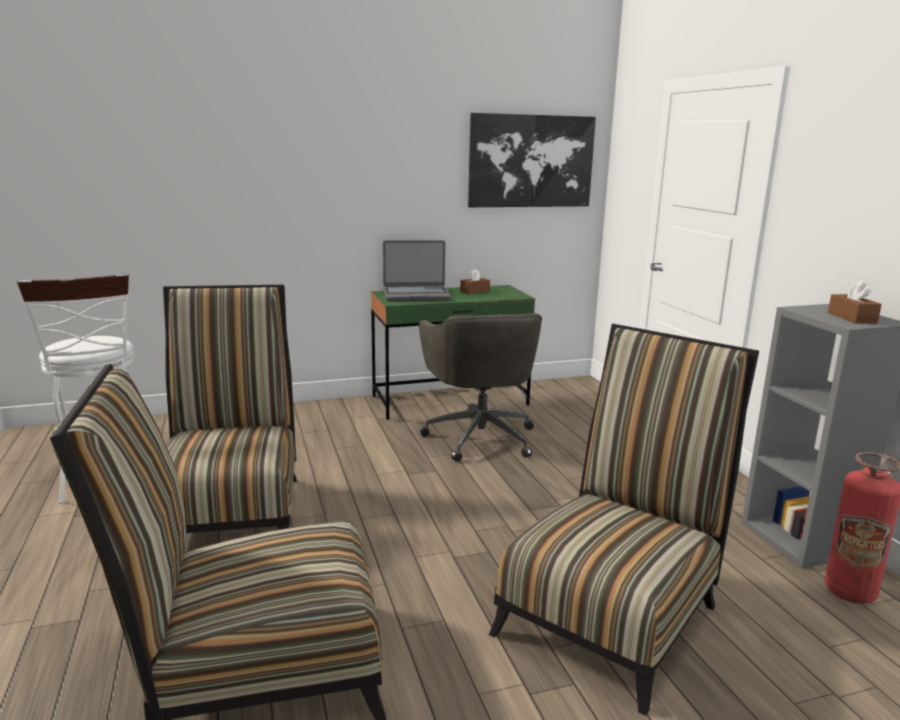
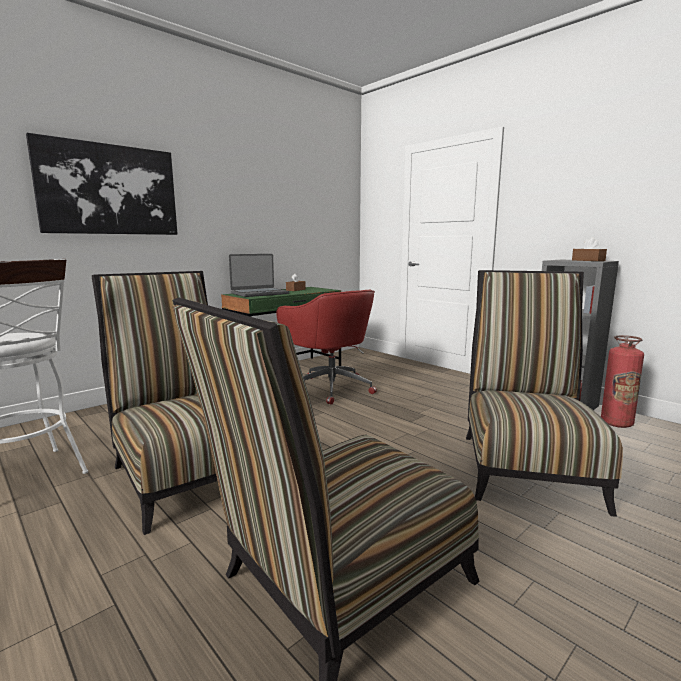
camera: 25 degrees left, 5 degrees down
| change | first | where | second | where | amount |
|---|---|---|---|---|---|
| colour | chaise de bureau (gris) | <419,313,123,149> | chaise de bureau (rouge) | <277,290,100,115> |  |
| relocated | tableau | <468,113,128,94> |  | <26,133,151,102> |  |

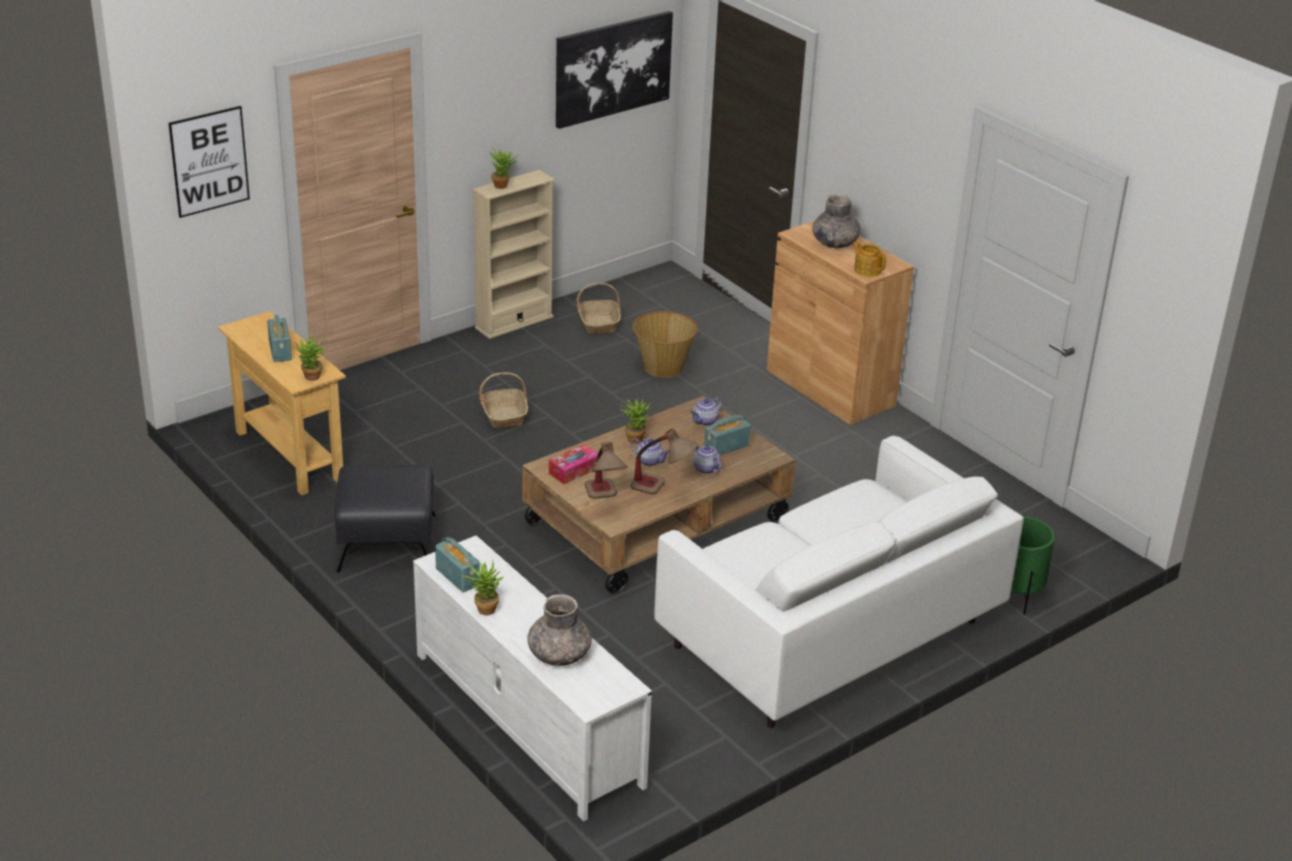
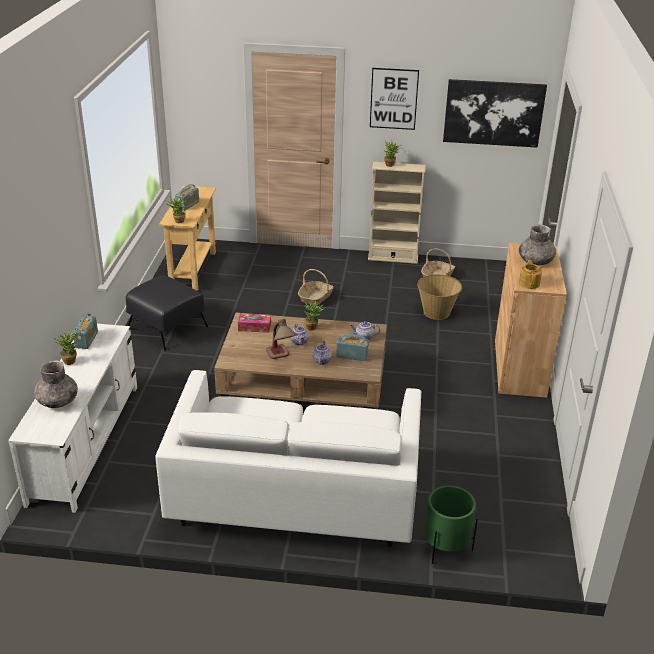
camera: 45 degrees right, 0 degrees up
| change | first | where | second | where | amount |
|---|---|---|---|---|---|
| relocated | tableau | <169,106,81,112> |  | <370,68,49,62> |  |
| missing | lampe de table | <585,442,42,57> |  |  |  |

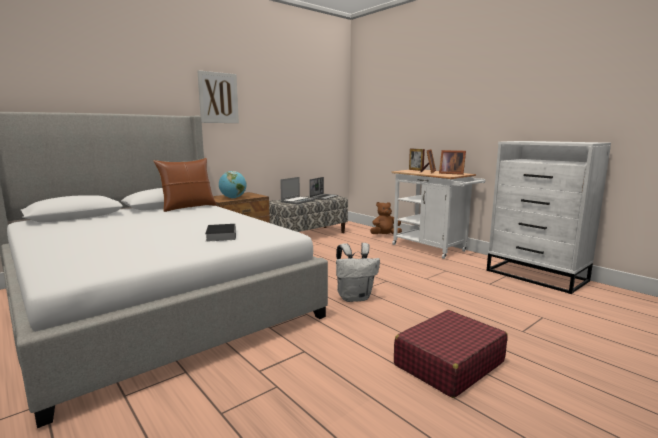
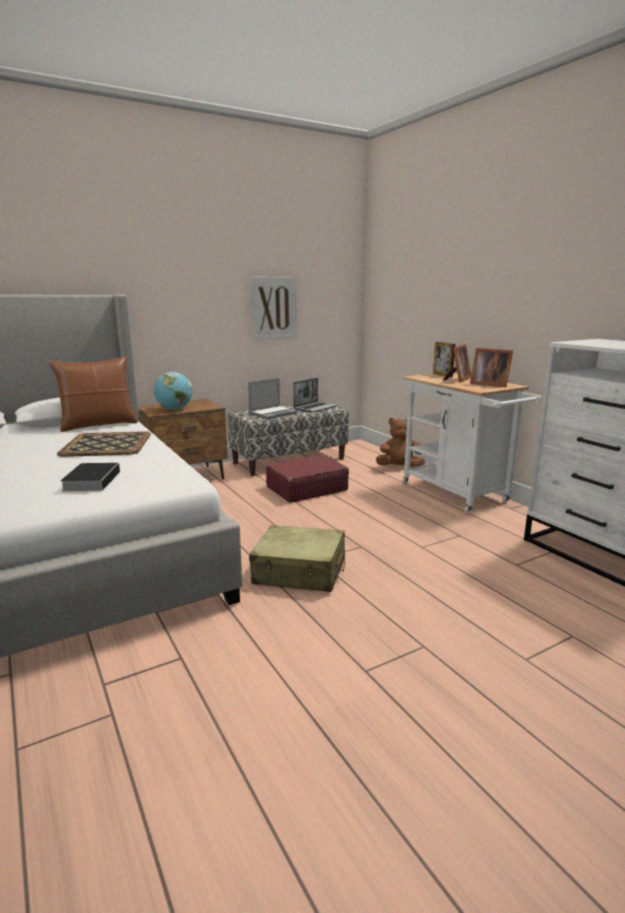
camera: 10 degrees right, 5 degrees up
| change | first | where | second | where | amount |
|---|---|---|---|---|---|
| relocated | tableau | <197,70,42,53> |  | <250,277,47,63> |  |
| exchanged | sac à dos (blanc) | <336,243,44,59> | valise (beige) | <249,525,96,67> |  |
| relocated | valise (rouge) | <394,310,114,88> |  | <266,455,83,48> |  |
| appeared |  |  | plateau | <57,431,94,26> |  |

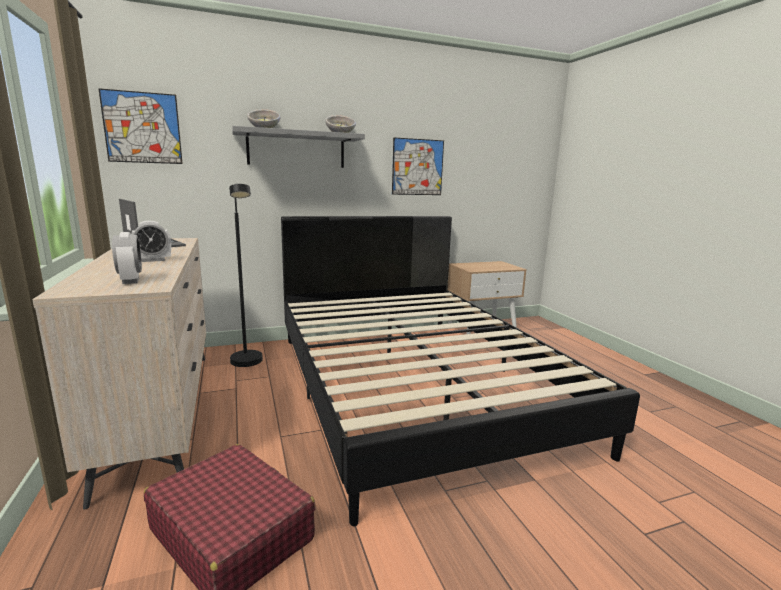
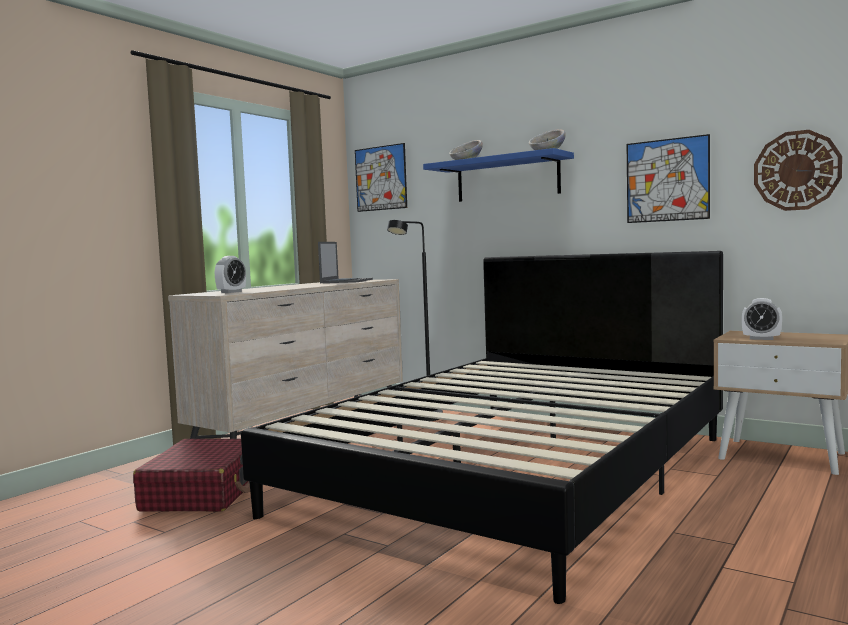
camera: 55 degrees right, 10 degrees down
| change | first | where | second | where | amount |
|---|---|---|---|---|---|
| relocated | réveil | <131,221,40,41> |  | <741,298,41,42> |  |
| colour | étagère (gris) | <232,126,133,42> | étagère (bleu) | <423,148,151,54> |  |
| appeared |  |  | horloge murale | <754,130,88,81> |  |

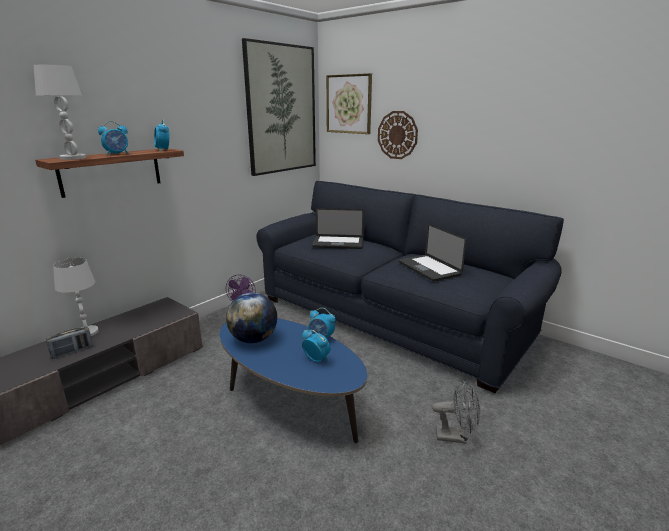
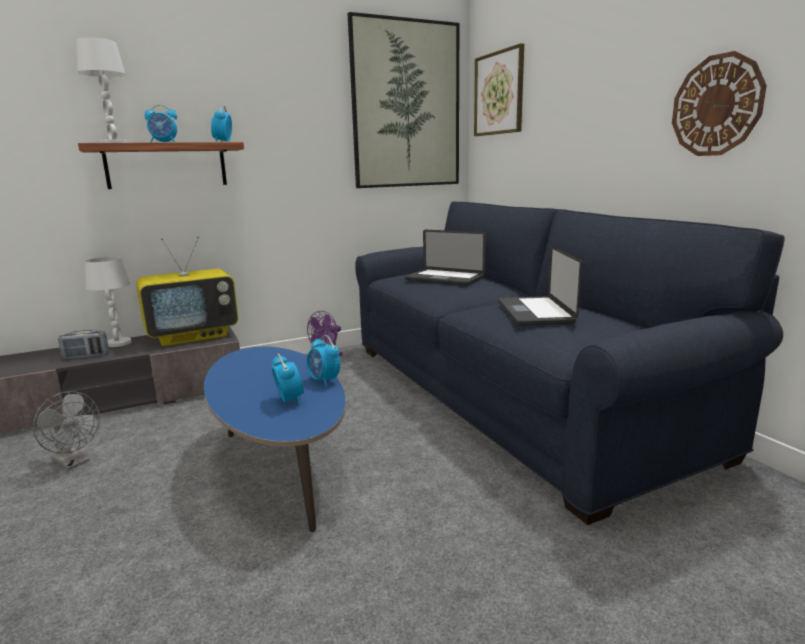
camera: 25 degrees right, 5 degrees down
| change | first | where | second | where | amount |
|---|---|---|---|---|---|
| missing | globe | <226,293,51,50> |  |  |  |
| relocated | horloge murale | <378,111,40,48> |  | <672,51,95,105> |  |
| relocated | ventilateur (gris) | <432,380,48,64> |  | <33,391,67,79> |  |
| appeared |  |  | téléviseur | <136,236,102,111> |  |

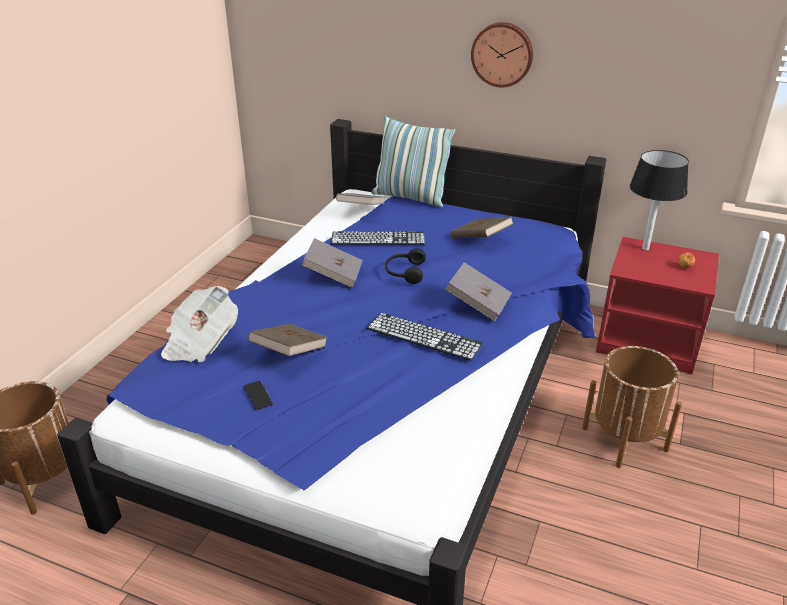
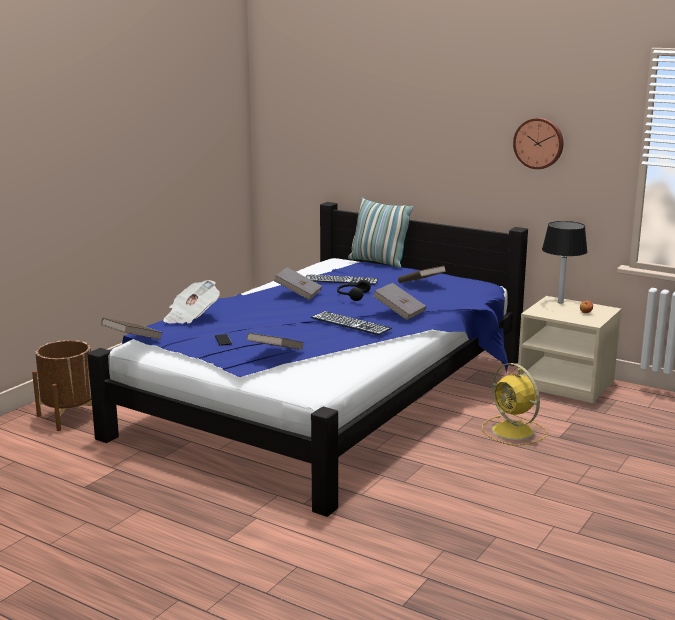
camera: 10 degrees right, 15 degrees down
| change | first | where | second | where | amount |
|---|---|---|---|---|---|
| relocated | livre (marron) | <248,324,80,32> |  | <101,318,62,22> |  |
| relocated | livre (gris) | <336,193,48,12> |  | <247,333,57,17> |  |
| relocated | horloge murale | <471,22,62,65> |  | <513,118,51,51> |  |
| exchanged | cache-pot (marron) | <582,346,100,122> | ventilateur (jaune) | <482,363,65,82> |  |
| colour | table de chevet (rouge) | <596,237,123,137> | table de chevet (beige) | <517,296,105,107> |  |

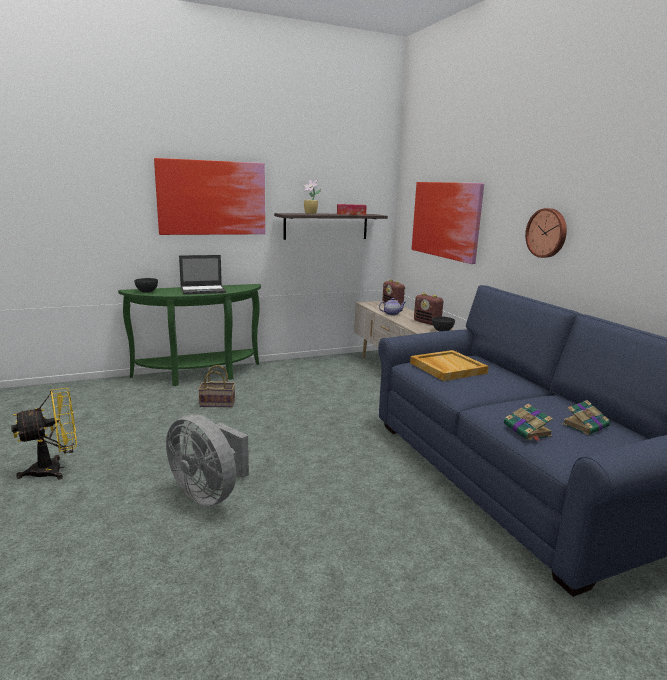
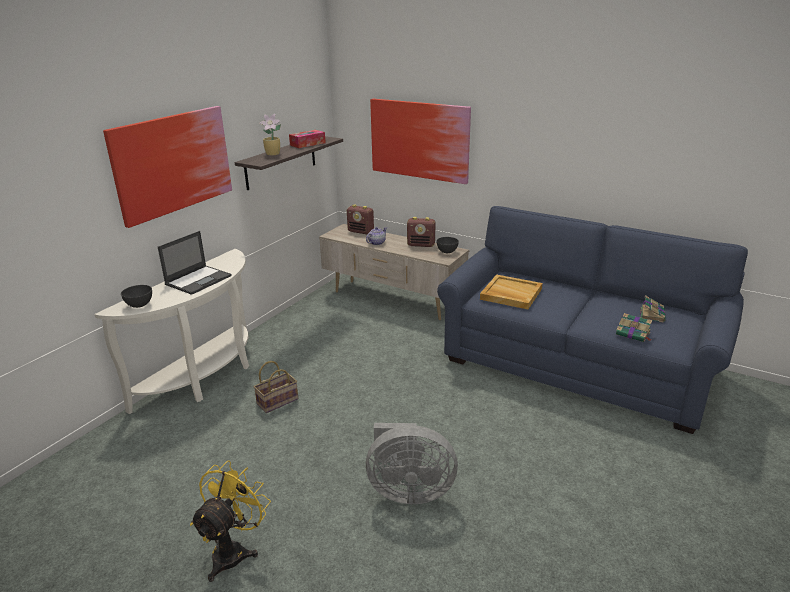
camera: 35 degrees left, 10 degrees up
| change | first | where | second | where | amount |
|---|---|---|---|---|---|
| colour | table console (vert) | <118,284,143,102> | table console (blanc) | <94,249,155,165> |  |
| missing | horloge murale | <525,208,42,50> |  |  |  |

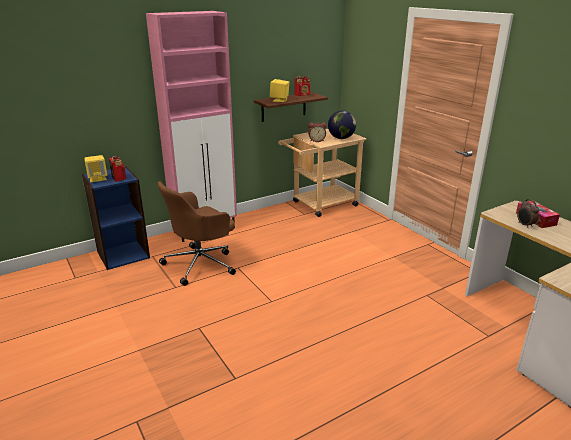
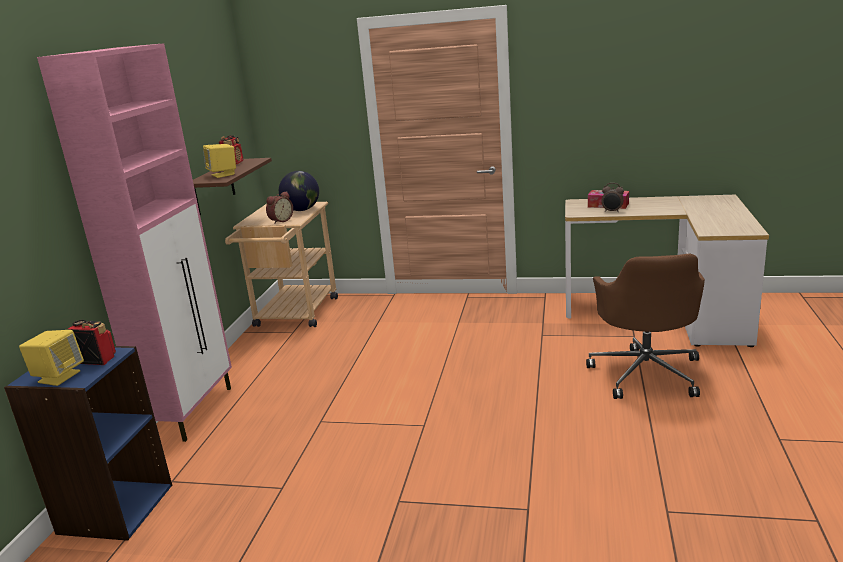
camera: 45 degrees left, 5 degrees down
| change | first | where | second | where | amount |
|---|---|---|---|---|---|
| relocated | chaise de bureau (marron) | <158,181,78,105> |  | <586,254,119,145> |  |

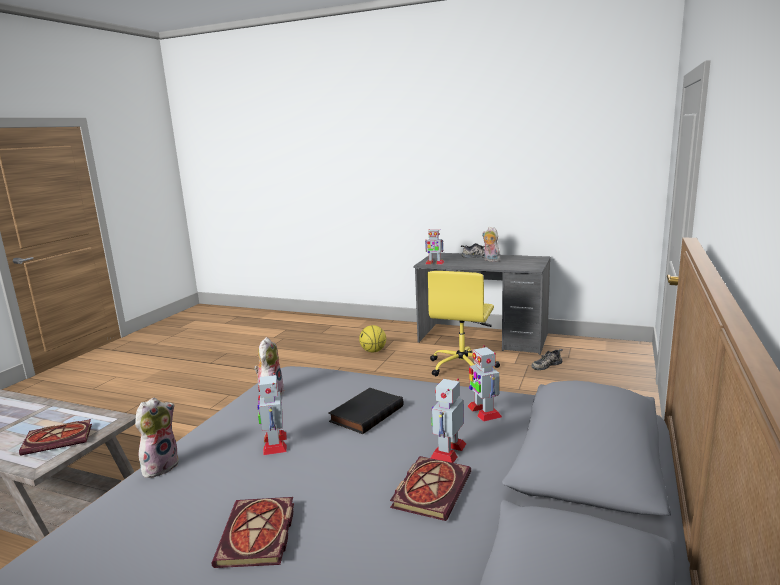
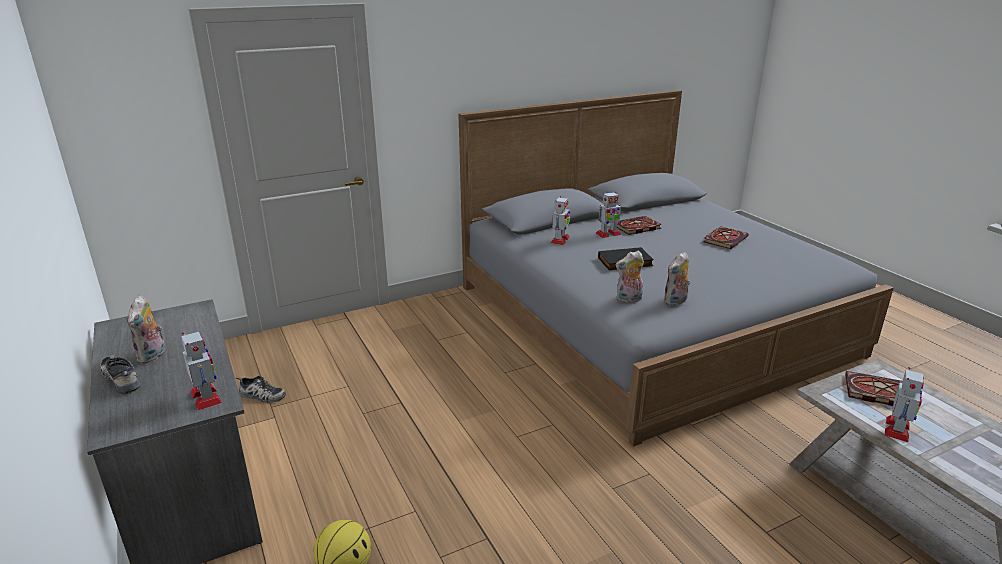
camera: 140 degrees left, 10 degrees up
| change | first | where | second | where | amount |
|---|---|---|---|---|---|
| relocated | peluche | <135,398,44,80> |  | <616,251,28,52> |  |
| relocated | robot jouet | <257,373,30,82> |  | <885,367,39,75> |  |
| missing | chaise de bureau (jaune) | <427,271,73,105> |  |  |  |

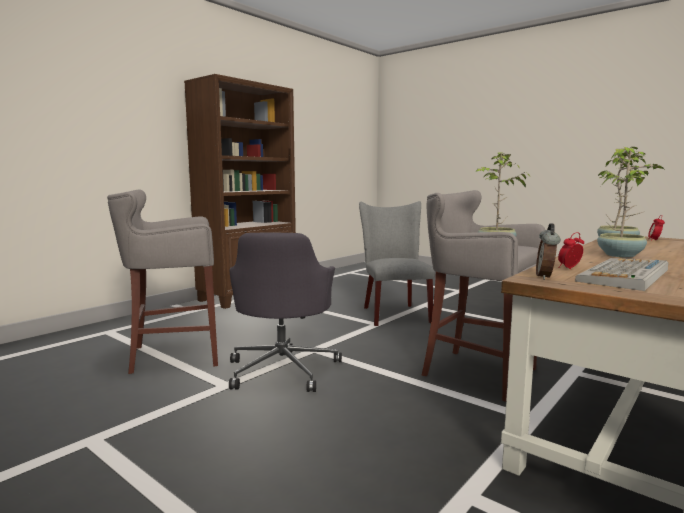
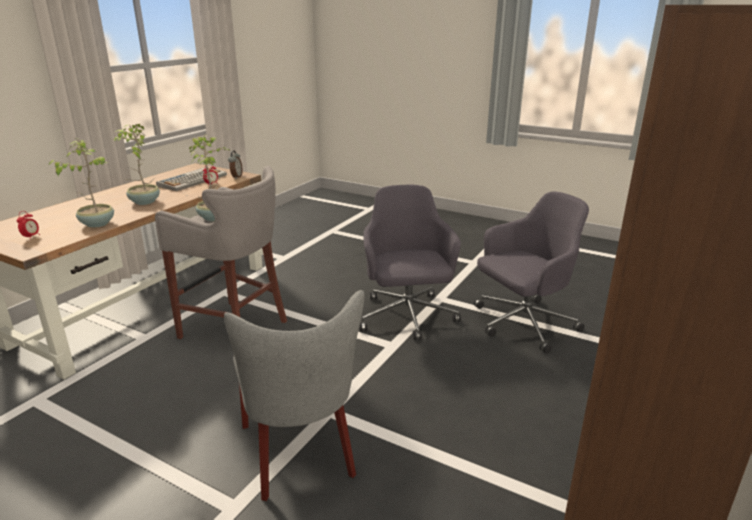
camera: 170 degrees right, 15 degrees up
| change | first | where | second | where | amount |
|---|---|---|---|---|---|
| exchanged | tabouret (gris) | <107,190,111,184> | chaise de bureau (gris) | <474,191,115,163> |  |

